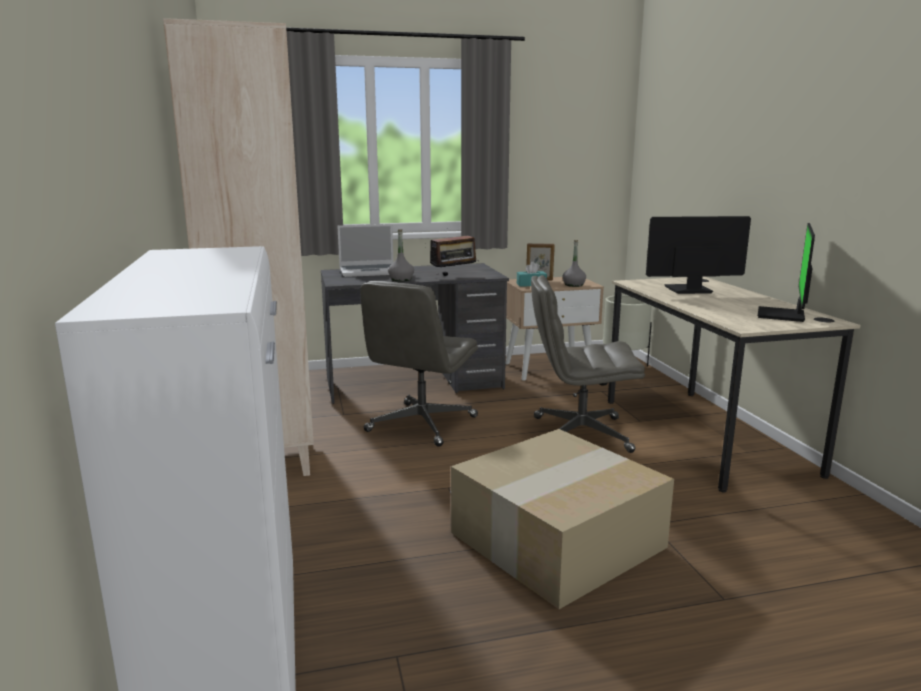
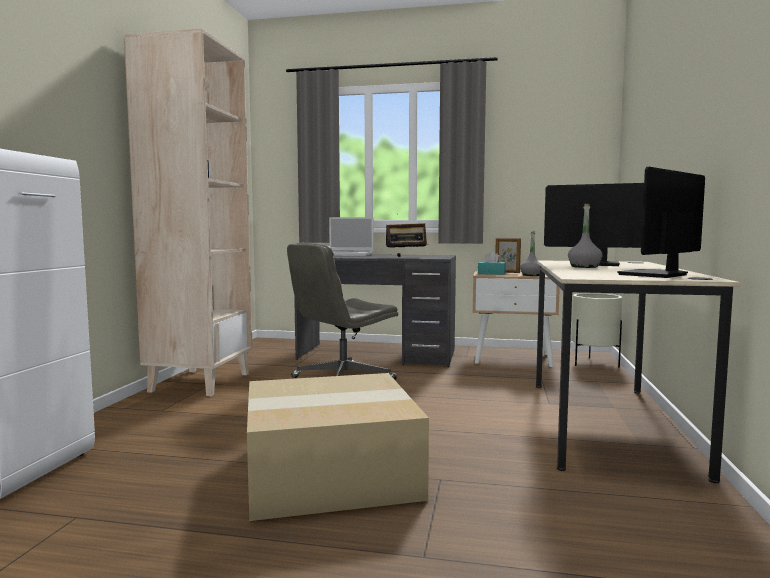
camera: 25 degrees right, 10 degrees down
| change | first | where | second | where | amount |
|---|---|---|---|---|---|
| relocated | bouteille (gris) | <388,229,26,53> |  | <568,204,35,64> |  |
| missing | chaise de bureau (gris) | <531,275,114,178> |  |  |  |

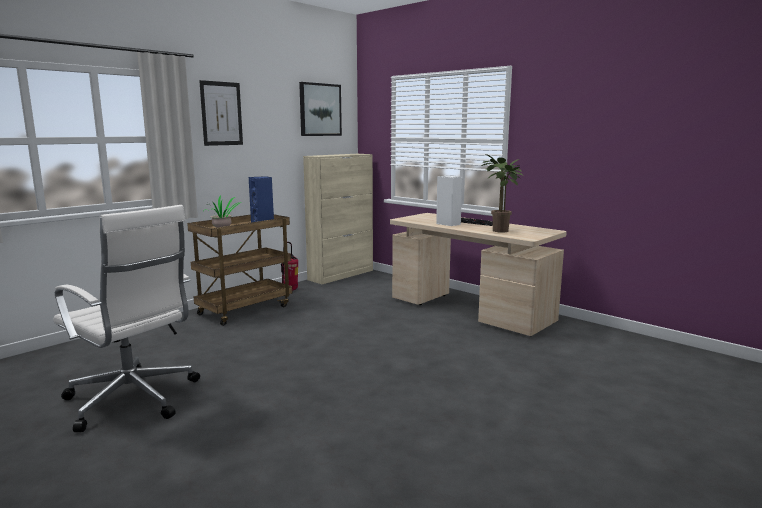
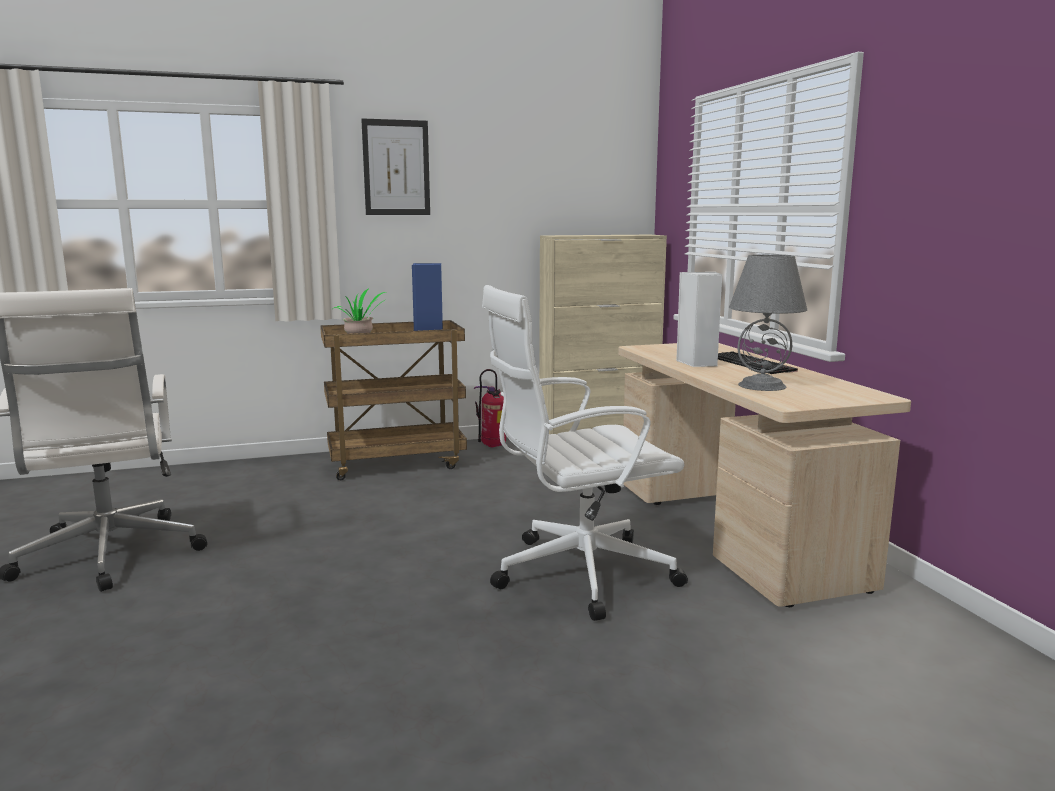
camera: 30 degrees right, 0 degrees up
| change | first | where | second | where | amount |
|---|---|---|---|---|---|
| missing | tableau | <299,82,43,54> |  |  |  |
| exchanged | plante en pot | <481,154,43,79> | lampe de table (gris) | <729,254,78,137> |  |
| appeared |  |  | chaise de bureau (blanc) | <482,285,206,336> |  |

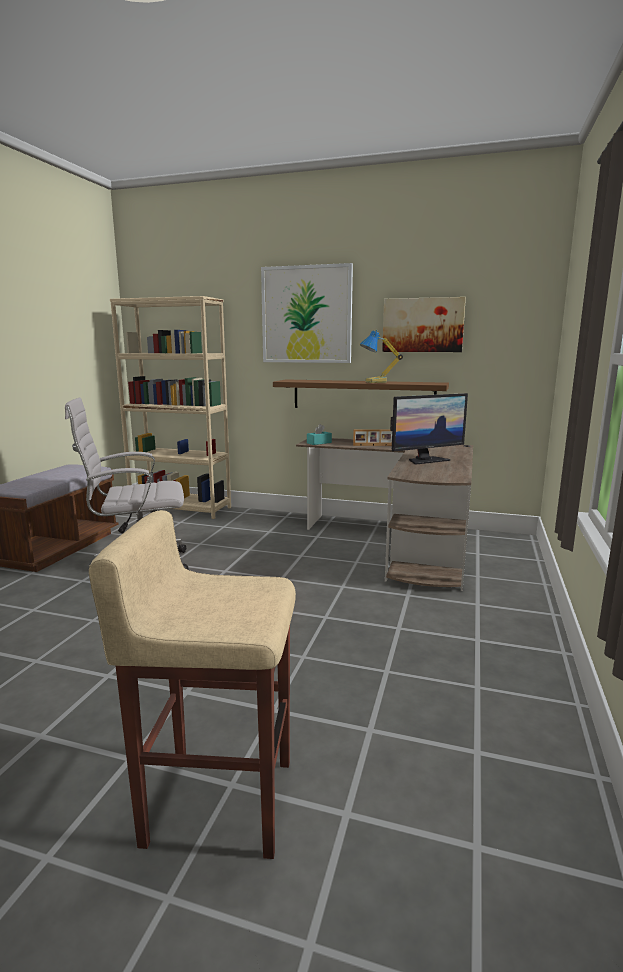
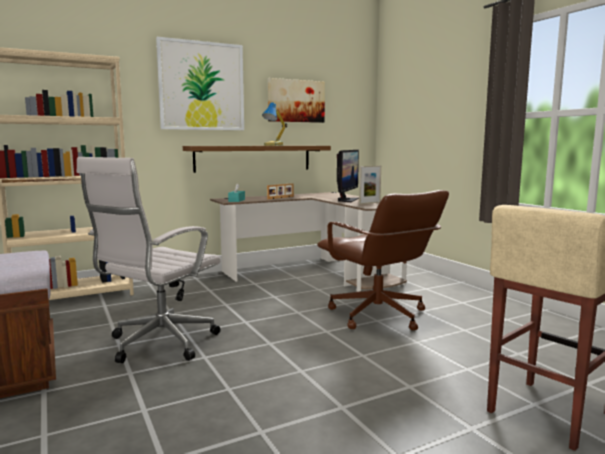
camera: 45 degrees left, 5 degrees down
| change | first | where | second | where | amount |
|---|---|---|---|---|---|
| appeared |  |  | chaise de bureau (marron) | <317,190,132,140> |  |
| appeared |  |  | cadre photo | <359,166,22,38> |  |

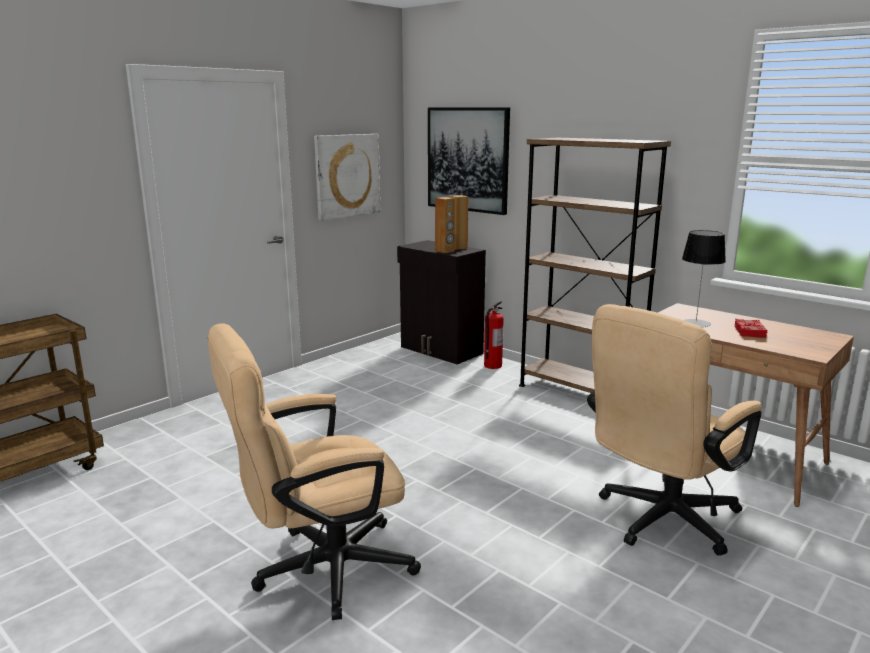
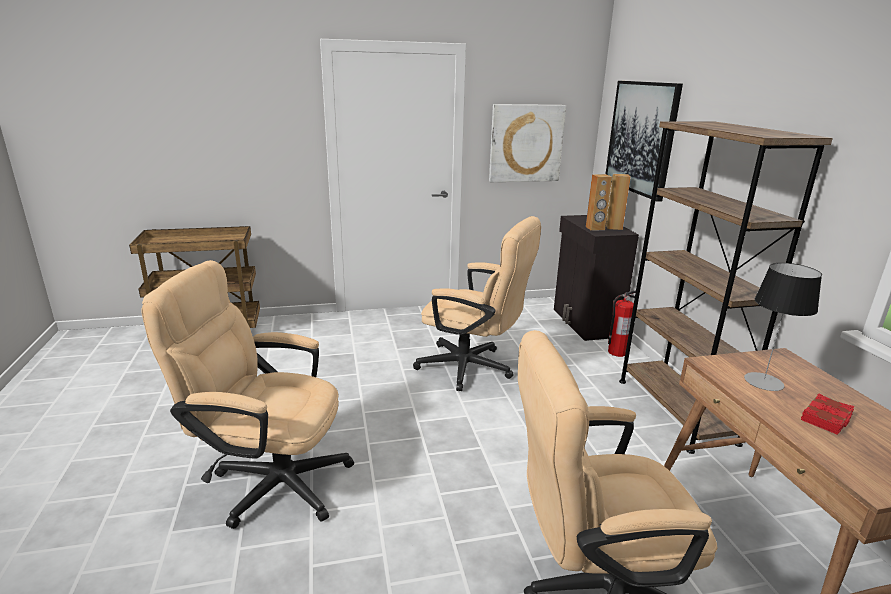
camera: 35 degrees right, 5 degrees up
| change | first | where | second | where | amount |
|---|---|---|---|---|---|
| appeared |  |  | chaise de bureau (beige) | <413,216,128,175> |  |

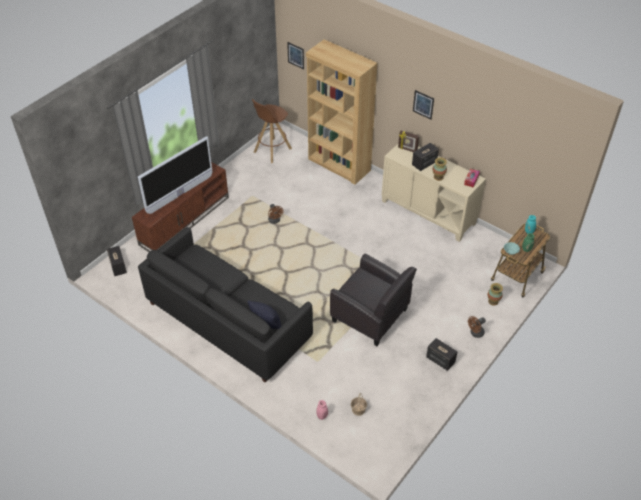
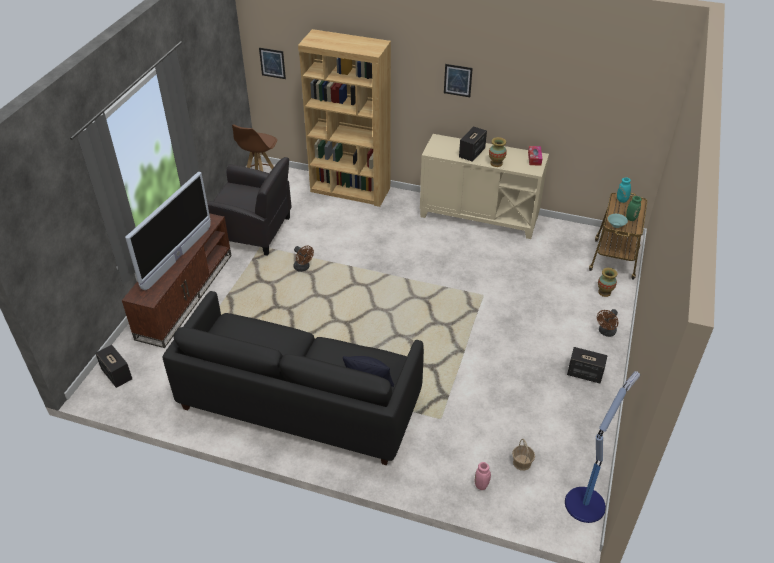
camera: 20 degrees left, 5 degrees down
| change | first | where | second | where | amount |
|---|---|---|---|---|---|
| relocated | fauteuil (noir) | <330,254,87,92> |  | <207,157,85,99> |  |
| missing | cadre photo | <398,131,21,21> |  |  |  |
| appeared |  |  | lampadaire | <565,371,75,152> |  |

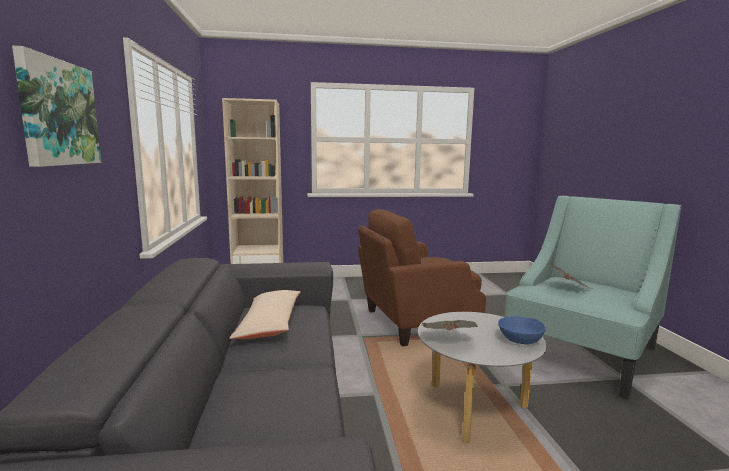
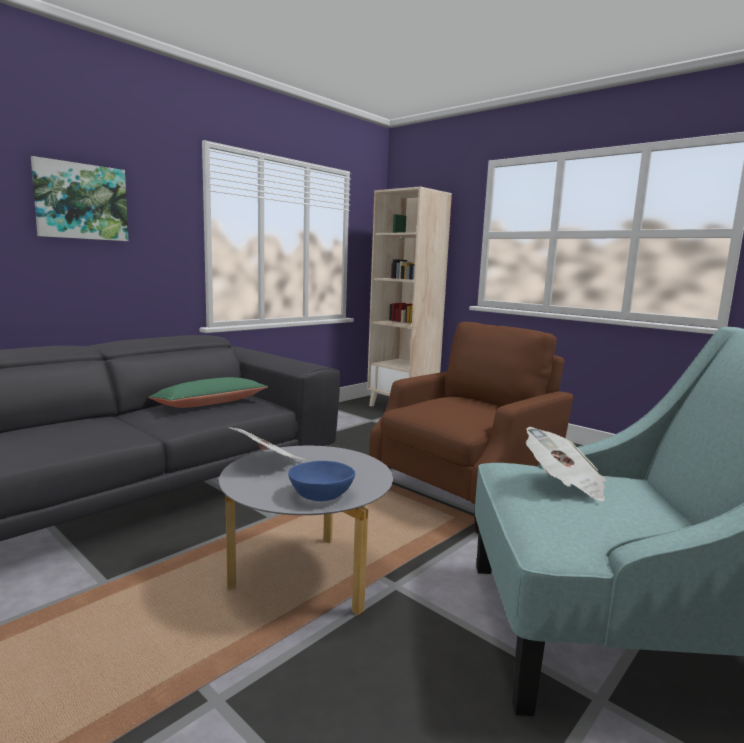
camera: 50 degrees right, 0 degrees up
| change | first | where | second | where | amount |
|---|---|---|---|---|---|
| colour | coussin (beige) | <229,290,72,49> | coussin (vert) | <148,377,120,31> |  |
| spun | fauteuil (marron) | <358,209,128,137> |  | <369,322,204,211> | 105 degrees clockwise |

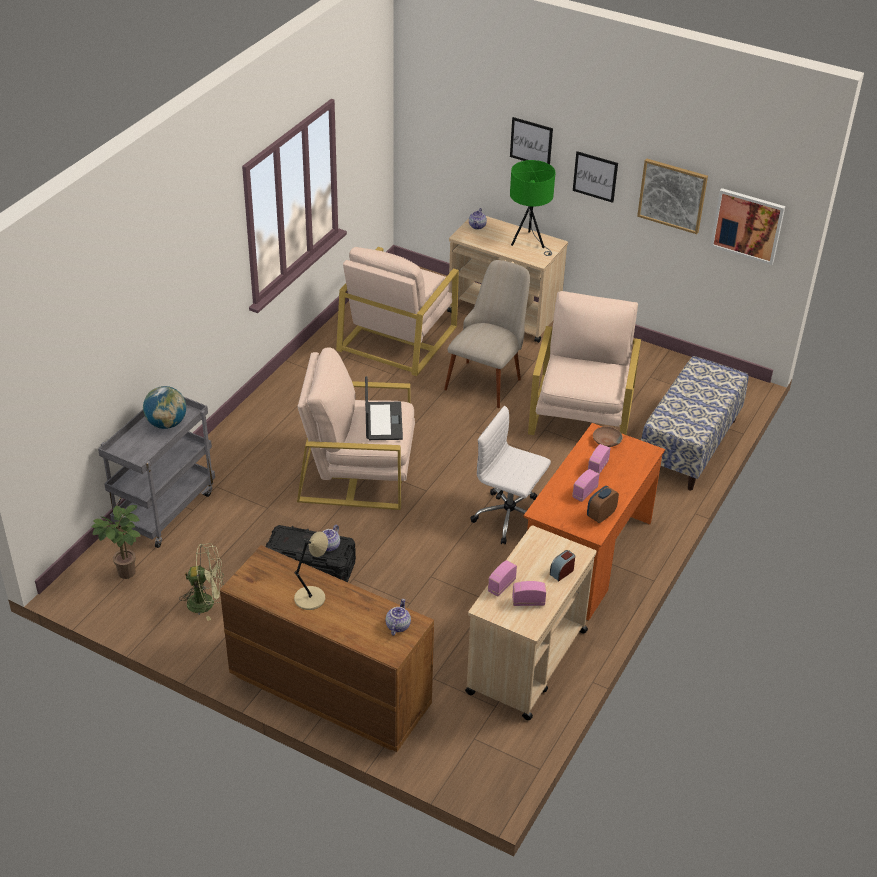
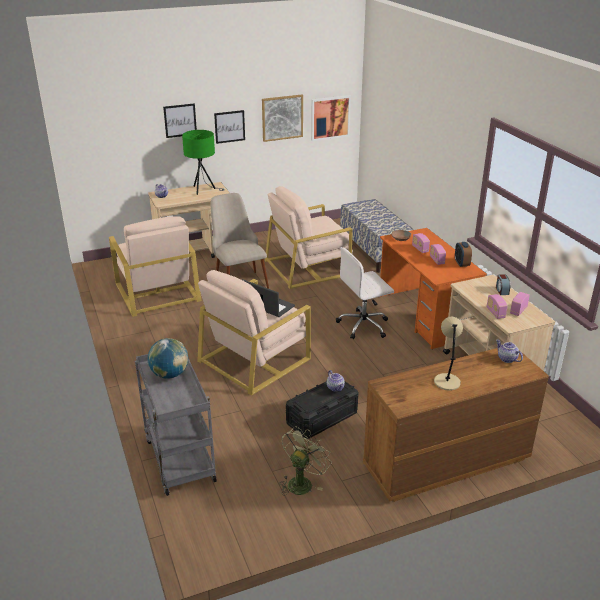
camera: 50 degrees left, 10 degrees down
| change | first | where | second | where | amount |
|---|---|---|---|---|---|
| missing | plante en pot | <92,505,49,74> |  |  |  |
| spun | fauteuil (beige) | <528,291,113,144> |  | <265,186,88,103> | 75 degrees counterclockwise |

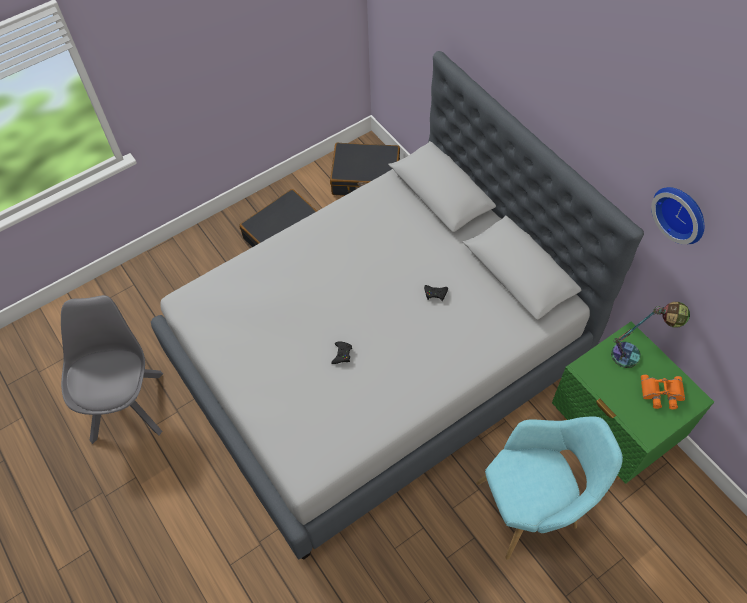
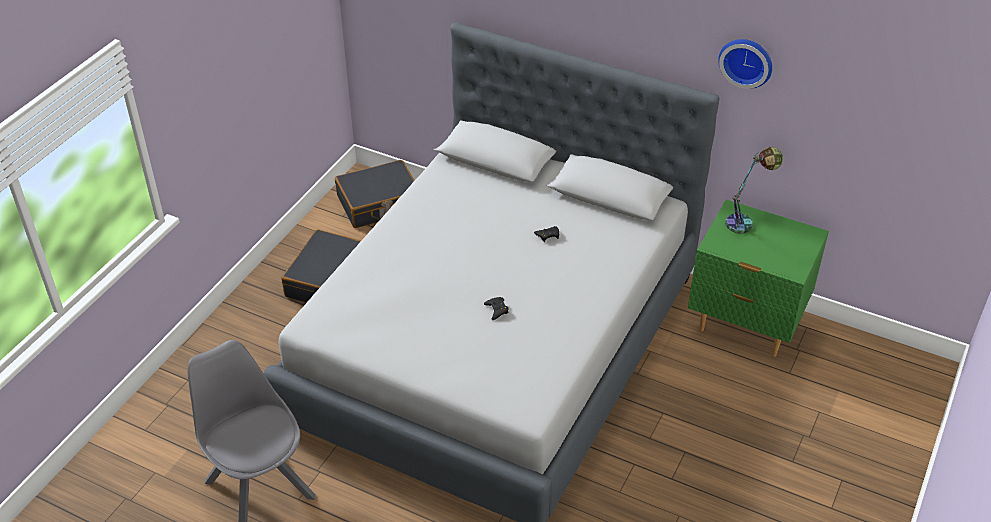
camera: 30 degrees left, 15 degrees down
| change | first | where | second | where | amount |
|---|---|---|---|---|---|
| missing | fauteuil (turquoise) | <476,416,147,144> |  |  |  |
| missing | jumelles (orange) | <641,375,44,35> |  |  |  |

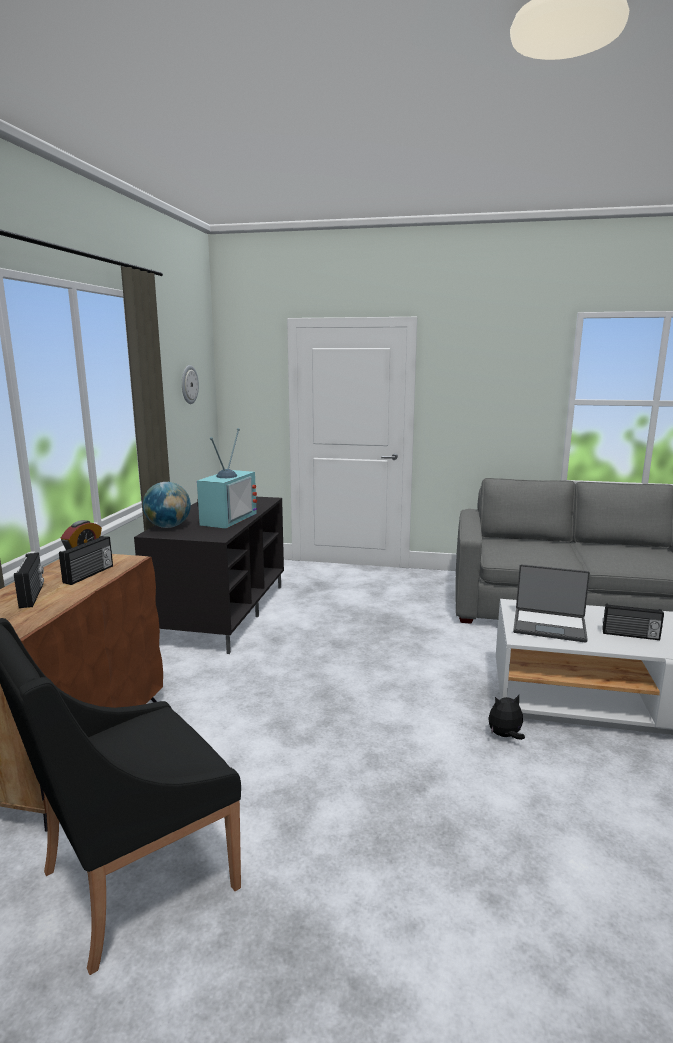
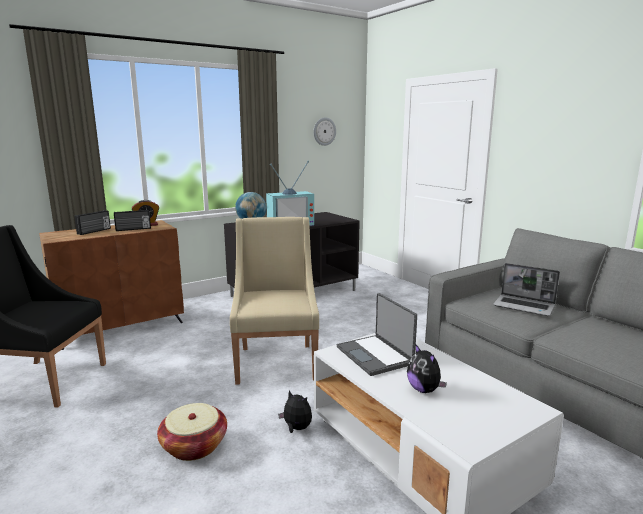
camera: 45 degrees right, 0 degrees up
| change | first | where | second | where | amount |
|---|---|---|---|---|---|
| exchanged | radio | <602,604,62,36> | peluche | <407,344,40,49> |  |
| appeared |  |  | panier | <157,403,70,58> |  |
| appeared |  |  | fauteuil (beige) | <230,217,89,168> |  |
| appeared |  |  | ordinateur portable | <493,263,67,53> |  |

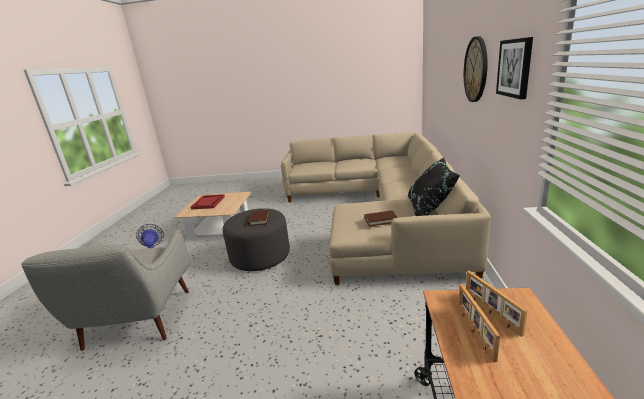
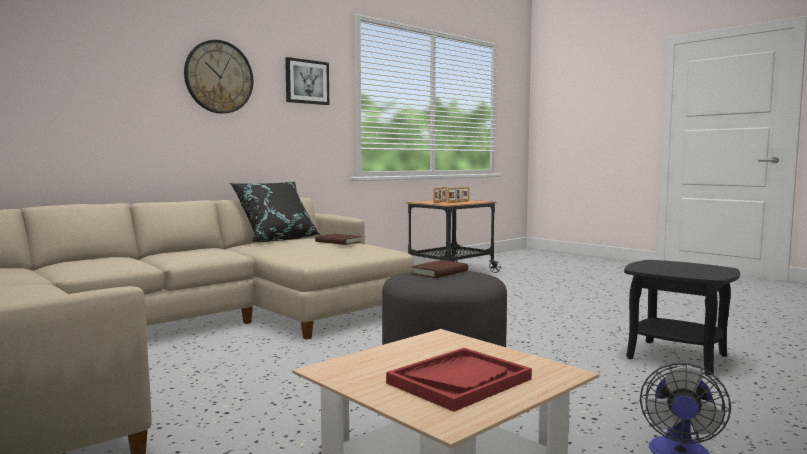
camera: 140 degrees left, 15 degrees down
| change | first | where | second | where | amount |
|---|---|---|---|---|---|
| exchanged | fauteuil (gris) | <21,230,168,121> | table d'appoint (noir) | <624,260,116,115> |  |

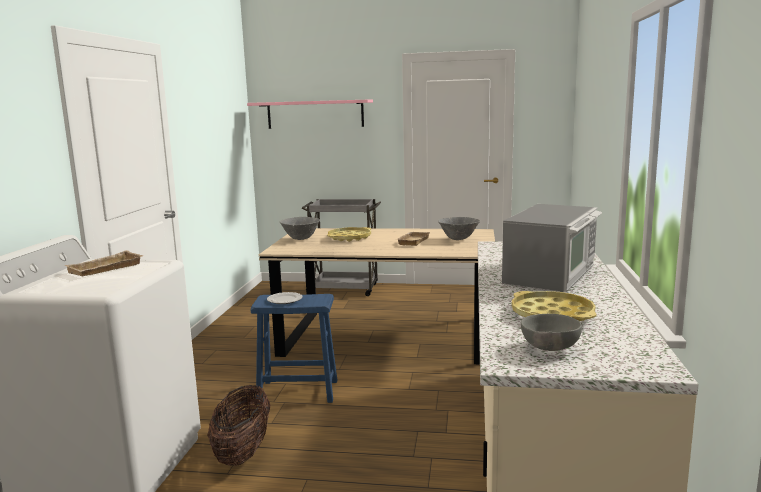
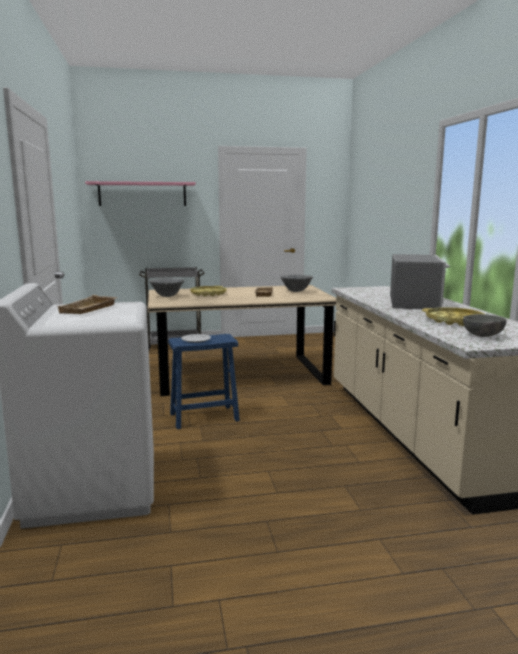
camera: 20 degrees left, 0 degrees up
| change | first | where | second | where | amount |
|---|---|---|---|---|---|
| missing | panier | <207,385,63,81> |  |  |  |

